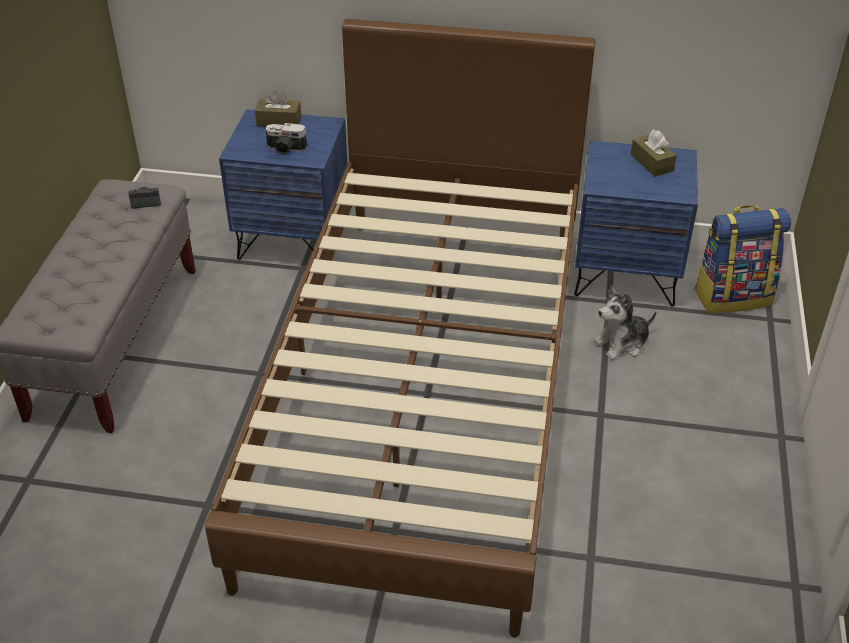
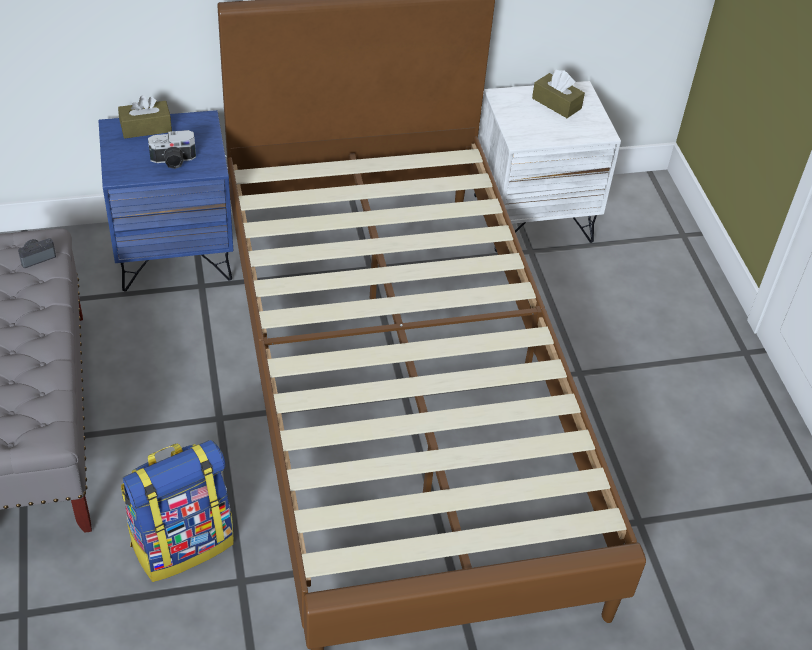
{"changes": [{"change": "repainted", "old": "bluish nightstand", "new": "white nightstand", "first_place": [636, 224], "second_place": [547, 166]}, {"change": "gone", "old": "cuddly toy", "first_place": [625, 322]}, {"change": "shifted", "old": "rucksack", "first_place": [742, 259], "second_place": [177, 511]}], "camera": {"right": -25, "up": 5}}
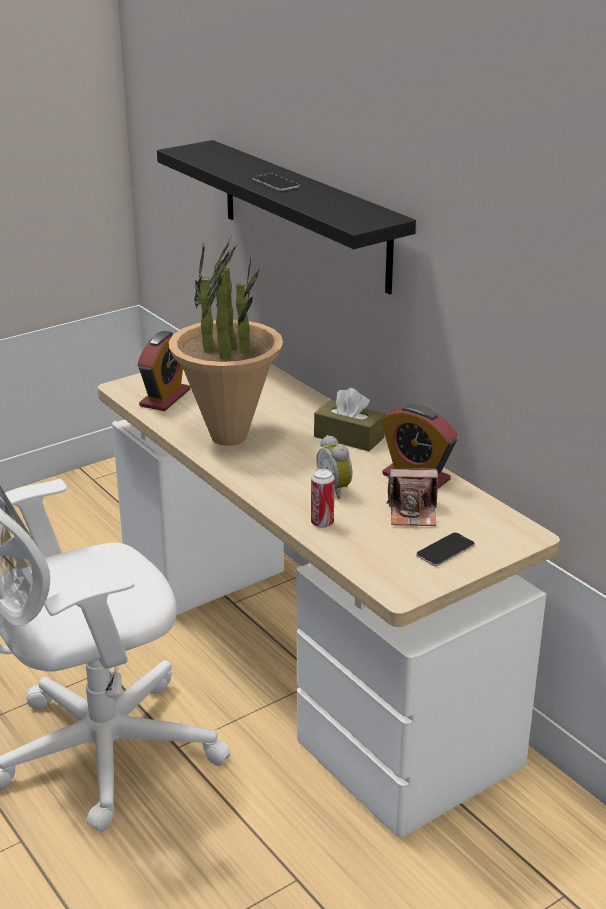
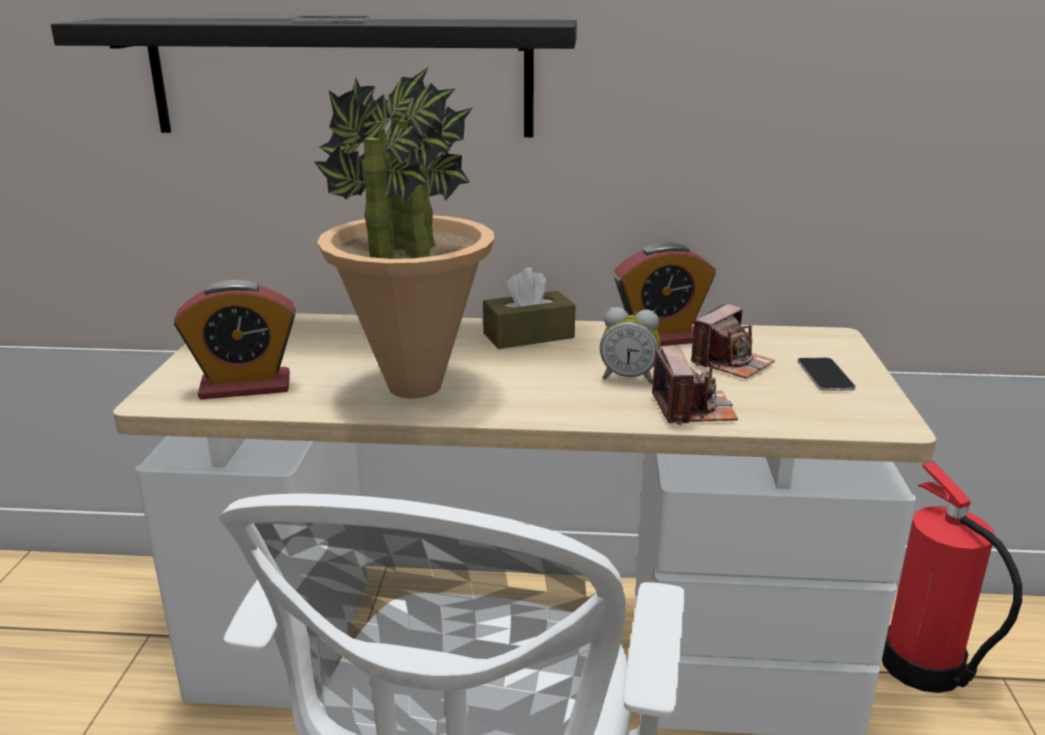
{"changes": [{"change": "rotated", "old": "bedside clock", "first_place": [163, 371], "second_place": [235, 339], "degrees": 105}, {"change": "swapped", "old": "can", "new": "photo camera", "first_place": [323, 498], "second_place": [695, 386]}, {"change": "new", "new": "fire extinguisher", "second_place": [952, 577]}], "camera": {"right": -50, "up": -5}}
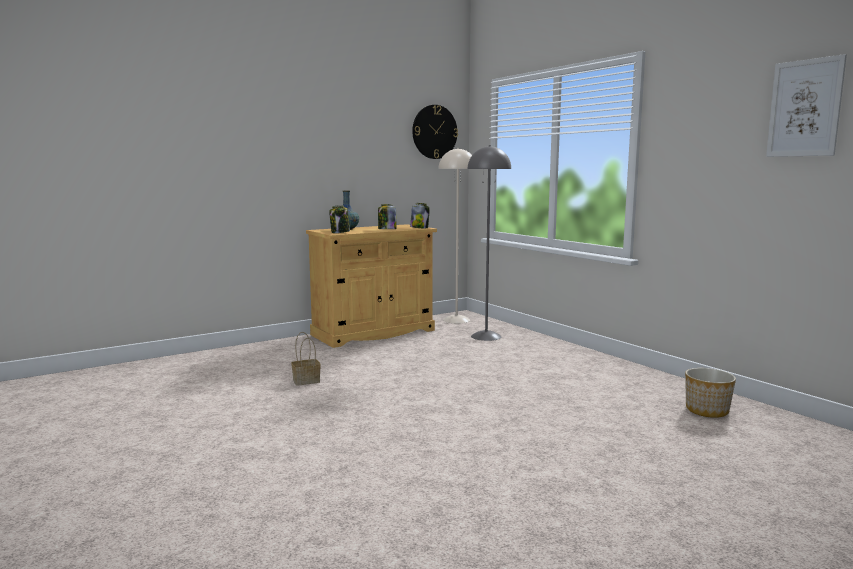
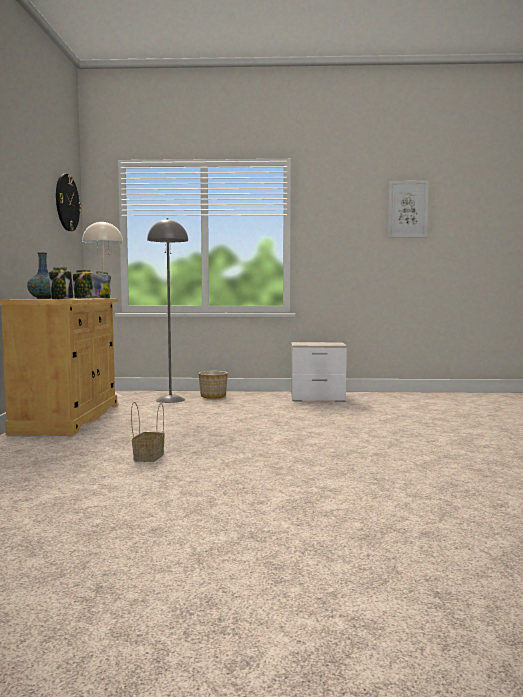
{"changes": [{"change": "shifted", "old": "flower pot", "first_place": [710, 393], "second_place": [213, 385]}, {"change": "new", "new": "nightstand", "second_place": [319, 372]}], "camera": {"right": -55, "up": -5}}
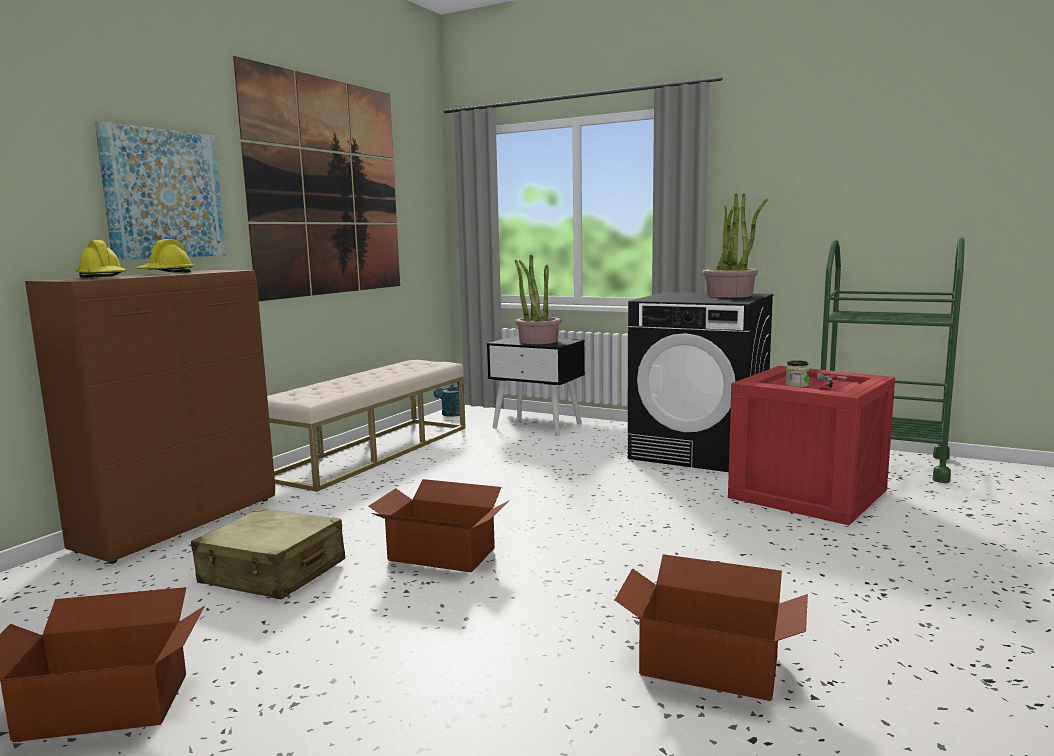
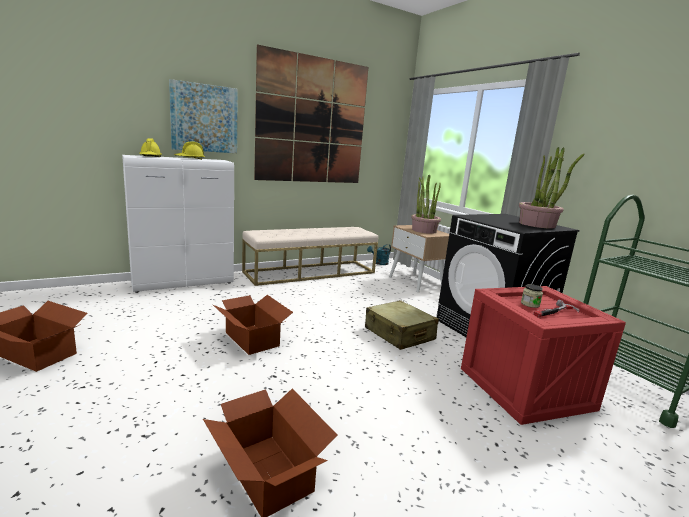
{"changes": [{"change": "repainted", "old": "brown cabinet", "new": "white cabinet", "first_place": [150, 417], "second_place": [178, 224]}, {"change": "shifted", "old": "beige suitcase", "first_place": [268, 553], "second_place": [402, 325]}, {"change": "repainted", "old": "blackish nightstand", "new": "beige nightstand", "first_place": [536, 386], "second_place": [419, 259]}], "camera": {"right": 30, "up": 5}}
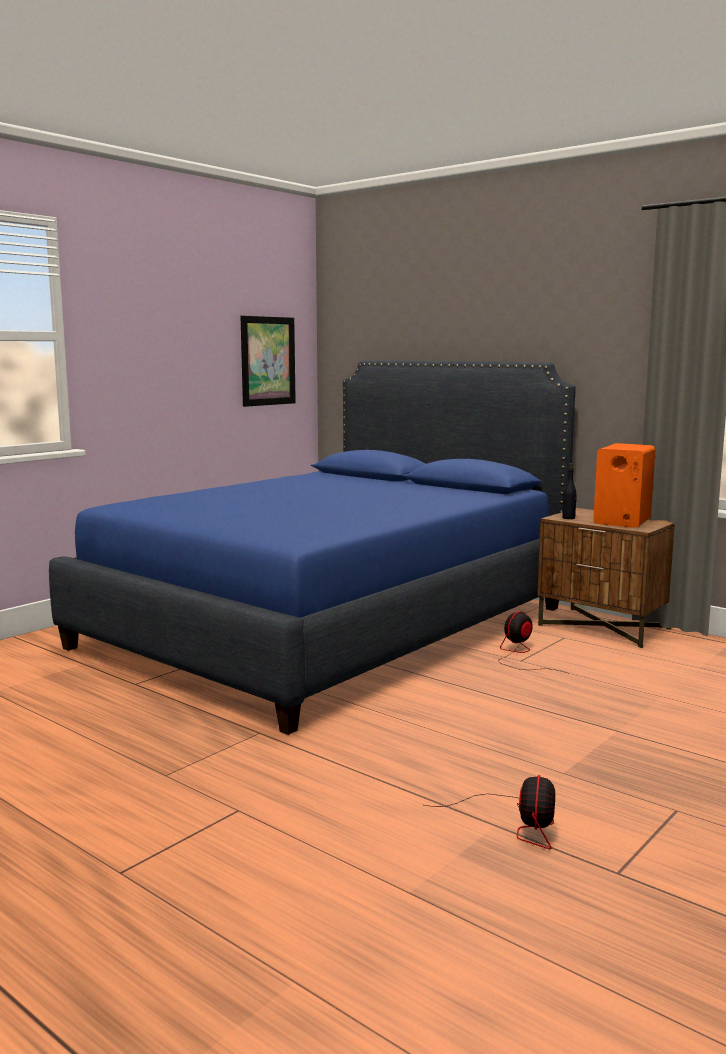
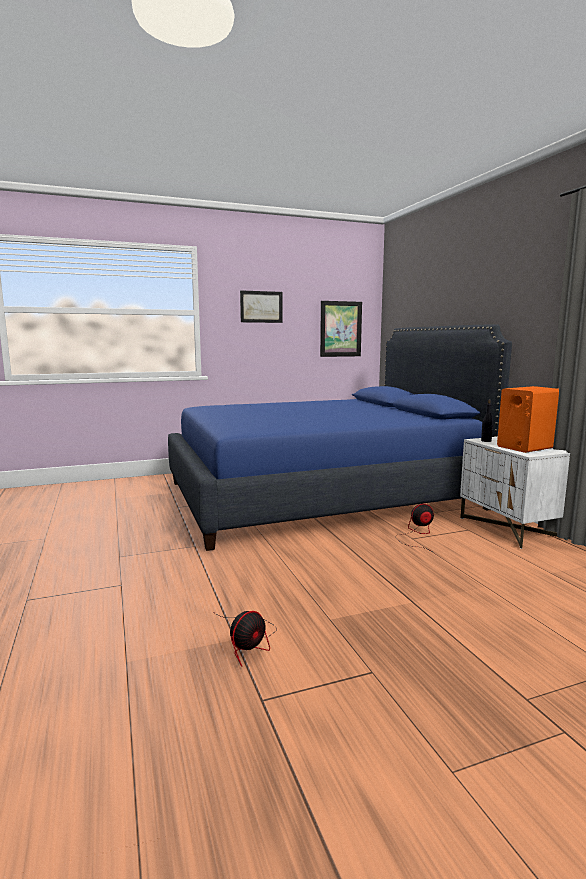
{"changes": [{"change": "repainted", "old": "brown nightstand", "new": "white nightstand", "first_place": [606, 578], "second_place": [515, 493]}, {"change": "new", "new": "wall art", "second_place": [261, 306]}], "camera": {"right": 30, "up": 0}}
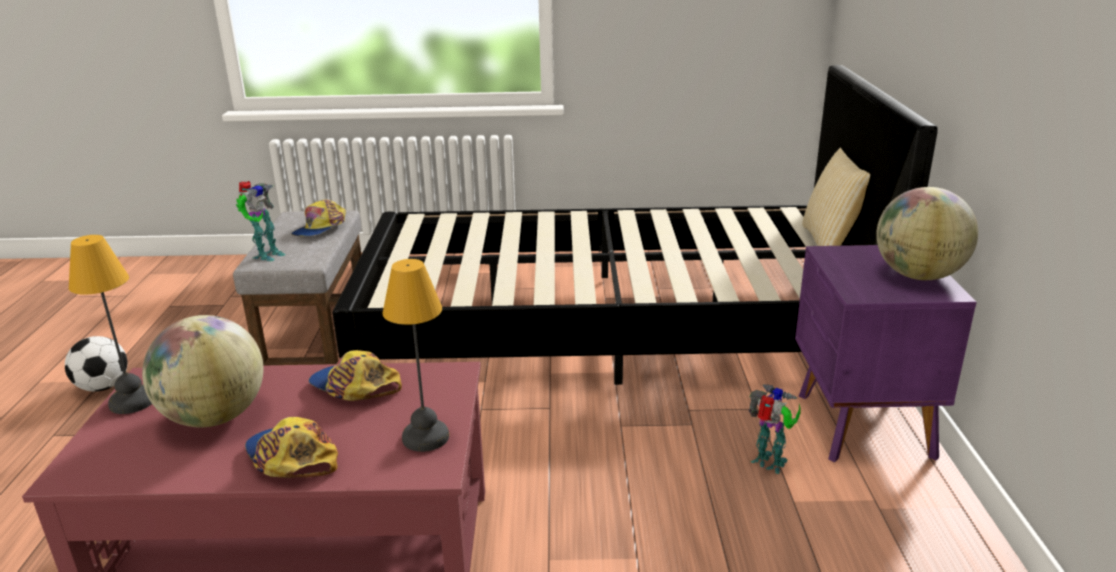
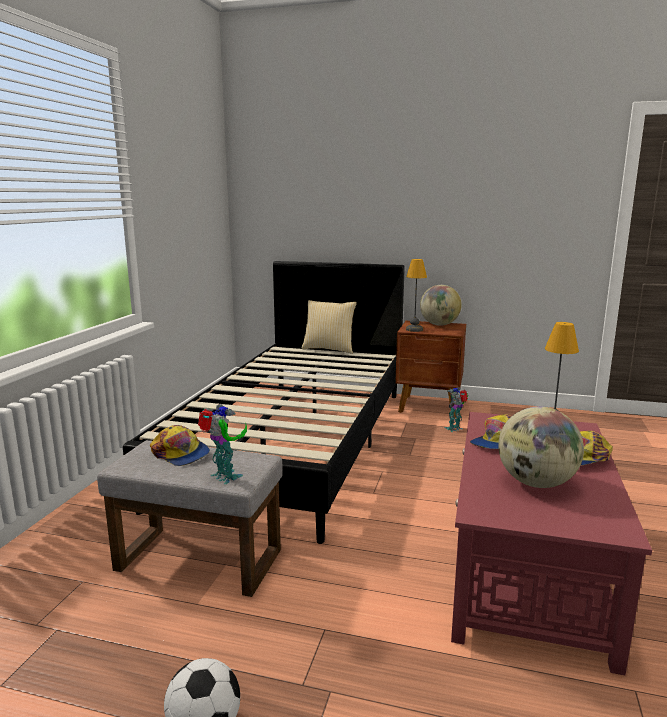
{"changes": [{"change": "shifted", "old": "tabletop lamp", "first_place": [110, 324], "second_place": [416, 295]}, {"change": "repainted", "old": "purplish nightstand", "new": "brown nightstand", "first_place": [885, 353], "second_place": [431, 369]}], "camera": {"right": -75, "up": -10}}
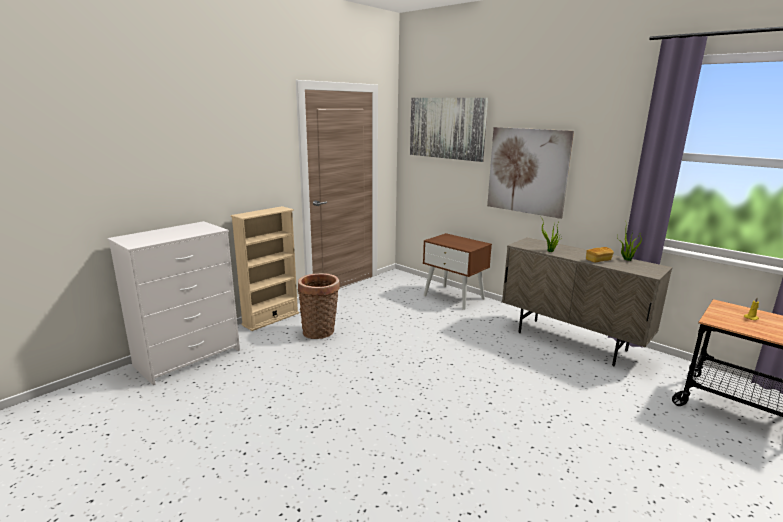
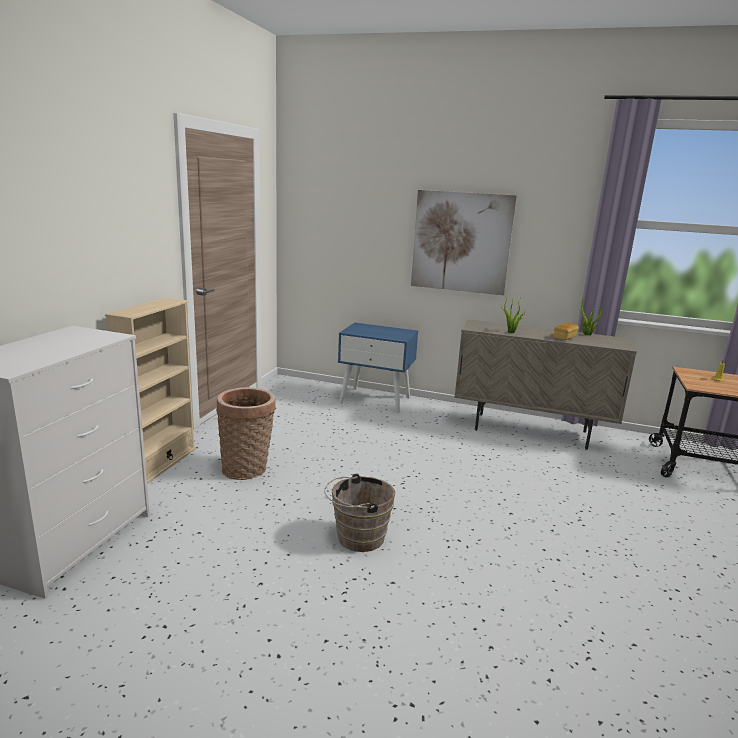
{"changes": [{"change": "gone", "old": "wall art", "first_place": [449, 130]}, {"change": "repainted", "old": "brown nightstand", "new": "bluish nightstand", "first_place": [457, 271], "second_place": [378, 368]}, {"change": "new", "new": "brown bucket", "second_place": [359, 513]}], "camera": {"right": -25, "up": 0}}
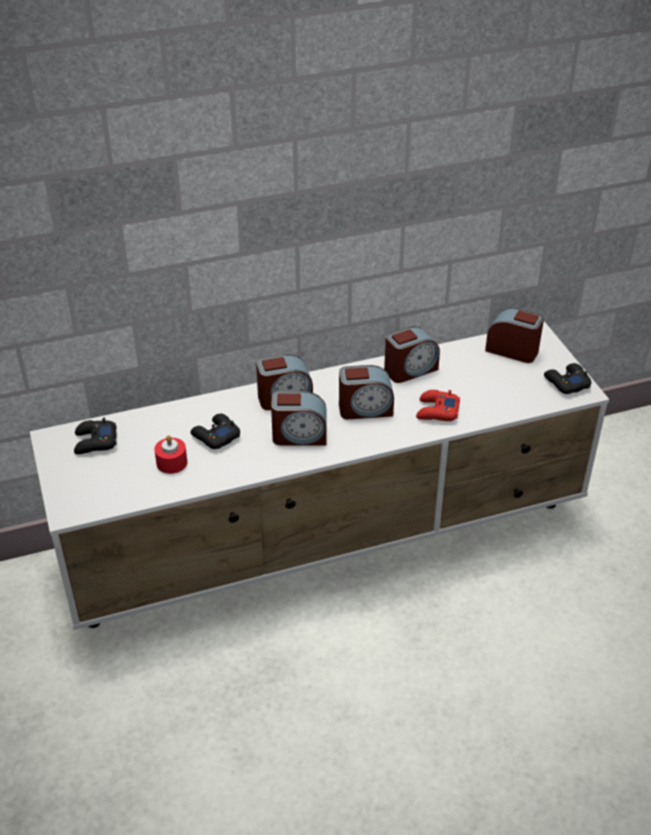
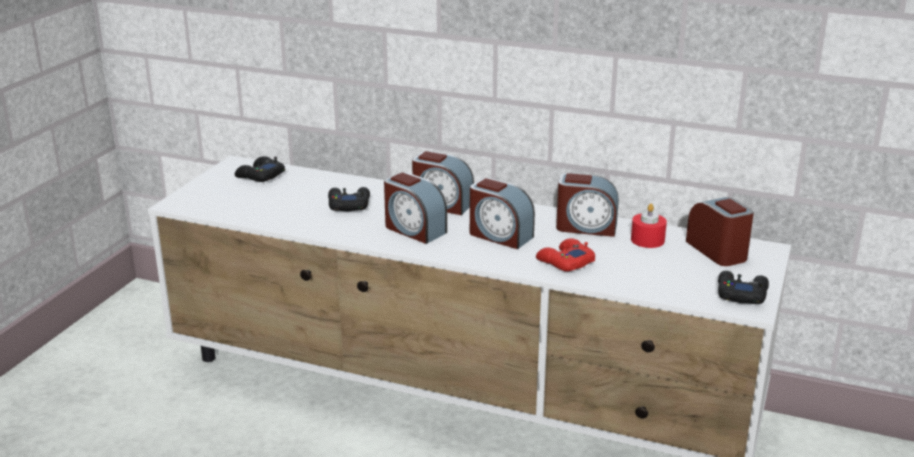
{"changes": [{"change": "shifted", "old": "red wax candle", "first_place": [170, 454], "second_place": [649, 225]}], "camera": {"right": 40, "up": -15}}
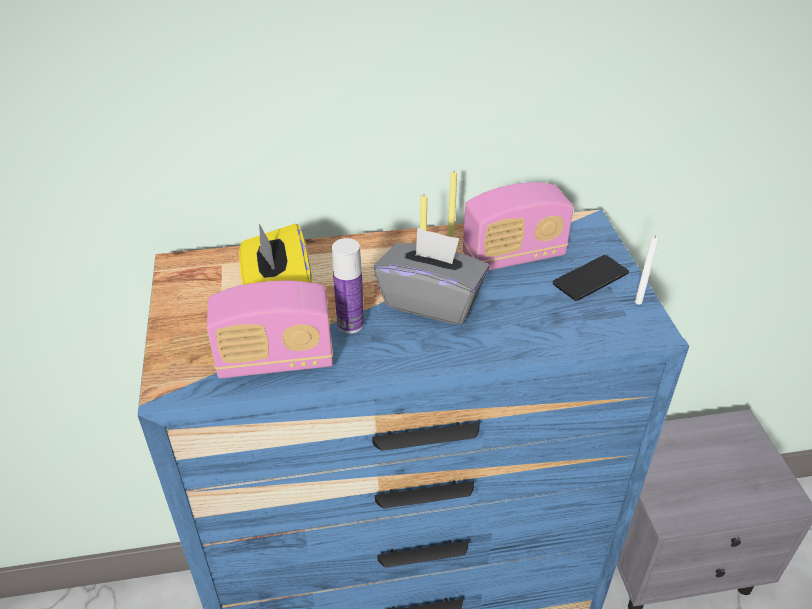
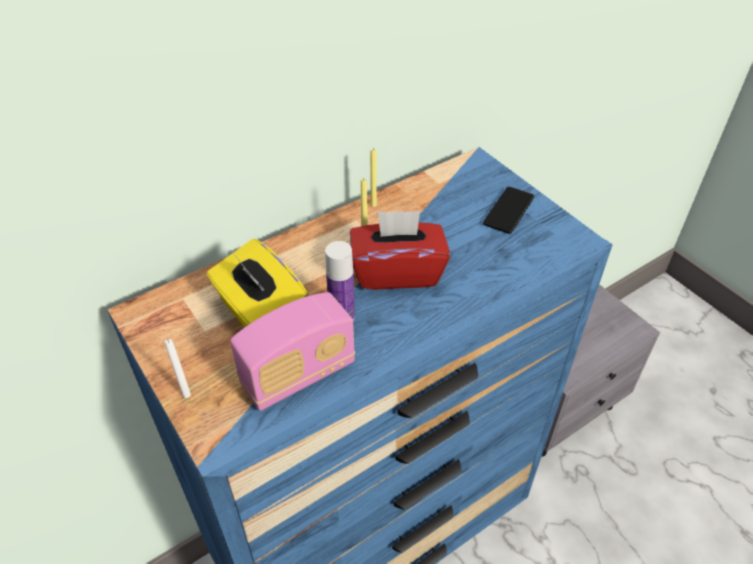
{"changes": [{"change": "repainted", "old": "grey tissue box", "new": "red tissue box", "first_place": [432, 276], "second_place": [400, 250]}, {"change": "gone", "old": "radio set", "first_place": [518, 226]}, {"change": "shifted", "old": "white wax candle", "first_place": [646, 270], "second_place": [178, 368]}], "camera": {"right": -25, "up": 5}}
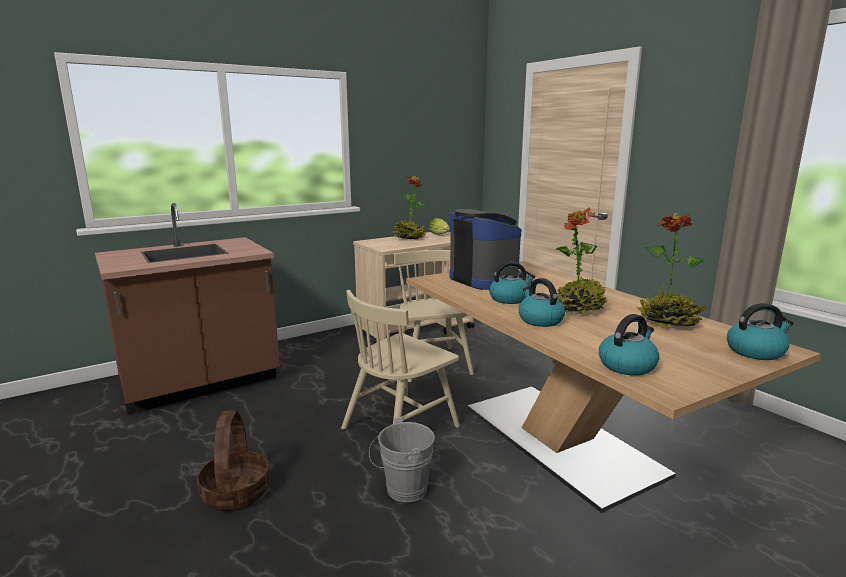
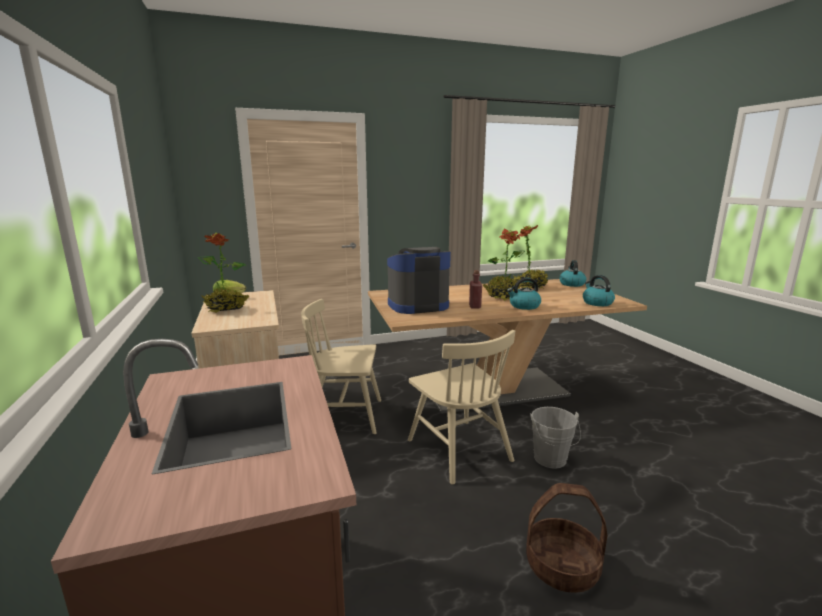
{"changes": [{"change": "swapped", "old": "tea kettle", "new": "red drink bottle", "first_place": [512, 283], "second_place": [475, 289]}], "camera": {"right": -75, "up": 0}}
